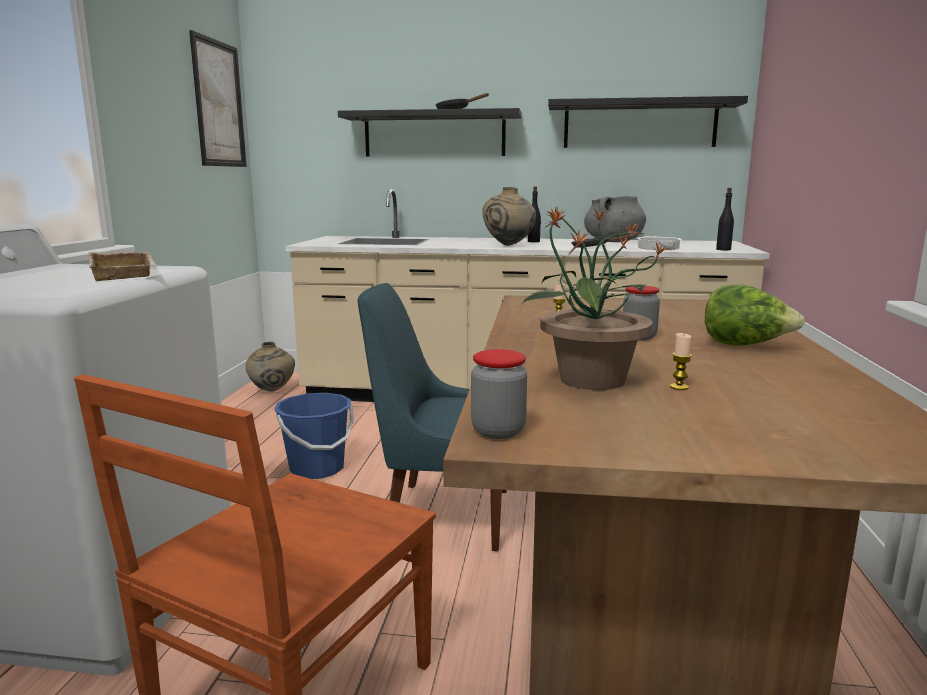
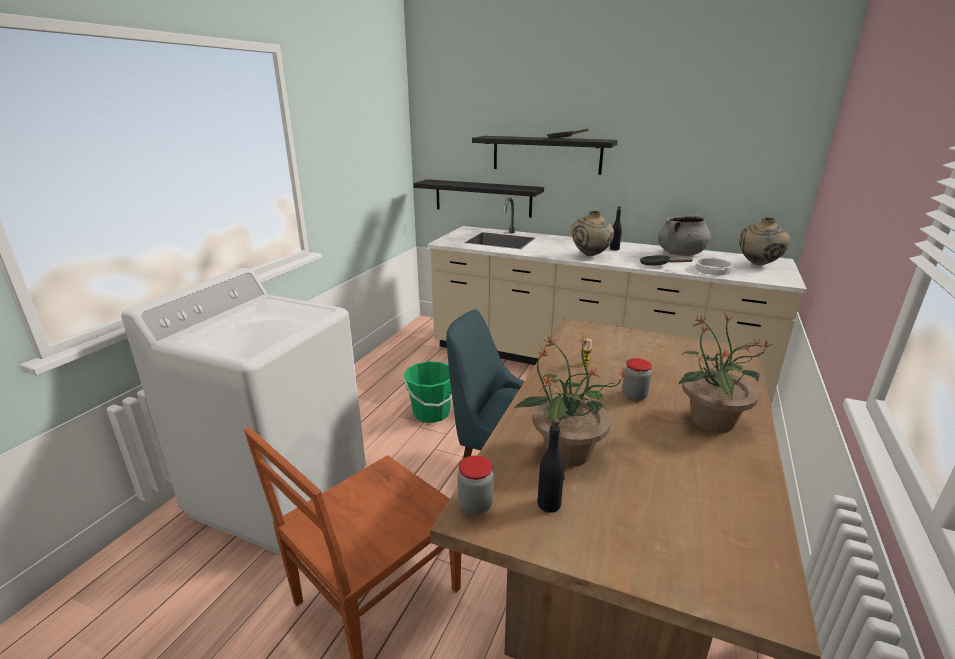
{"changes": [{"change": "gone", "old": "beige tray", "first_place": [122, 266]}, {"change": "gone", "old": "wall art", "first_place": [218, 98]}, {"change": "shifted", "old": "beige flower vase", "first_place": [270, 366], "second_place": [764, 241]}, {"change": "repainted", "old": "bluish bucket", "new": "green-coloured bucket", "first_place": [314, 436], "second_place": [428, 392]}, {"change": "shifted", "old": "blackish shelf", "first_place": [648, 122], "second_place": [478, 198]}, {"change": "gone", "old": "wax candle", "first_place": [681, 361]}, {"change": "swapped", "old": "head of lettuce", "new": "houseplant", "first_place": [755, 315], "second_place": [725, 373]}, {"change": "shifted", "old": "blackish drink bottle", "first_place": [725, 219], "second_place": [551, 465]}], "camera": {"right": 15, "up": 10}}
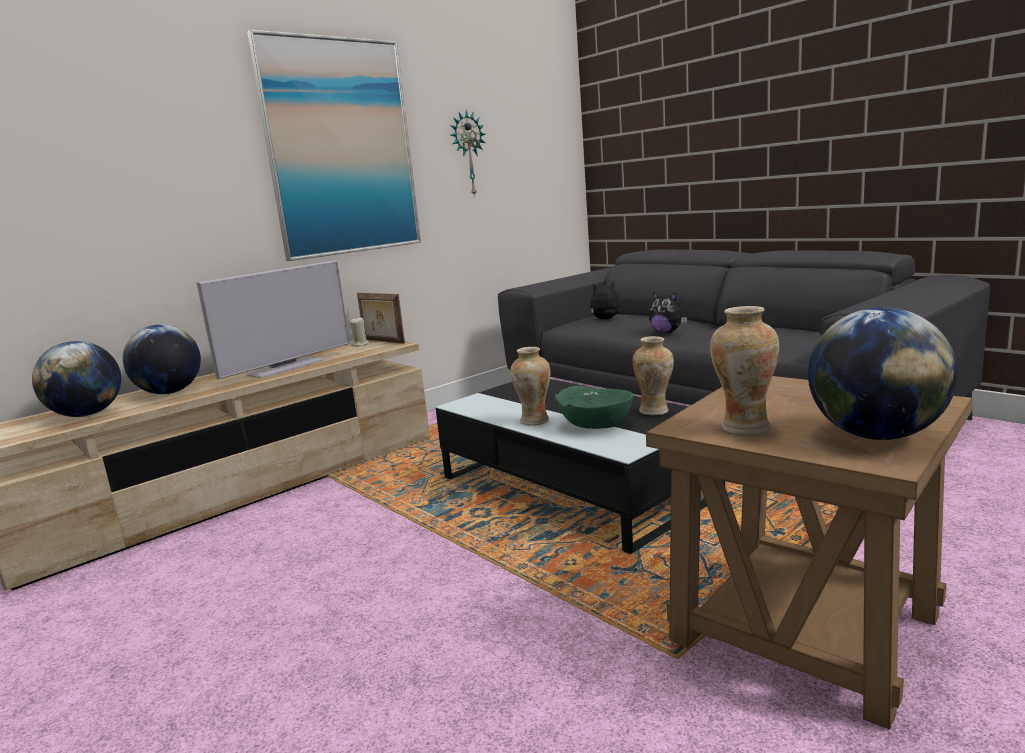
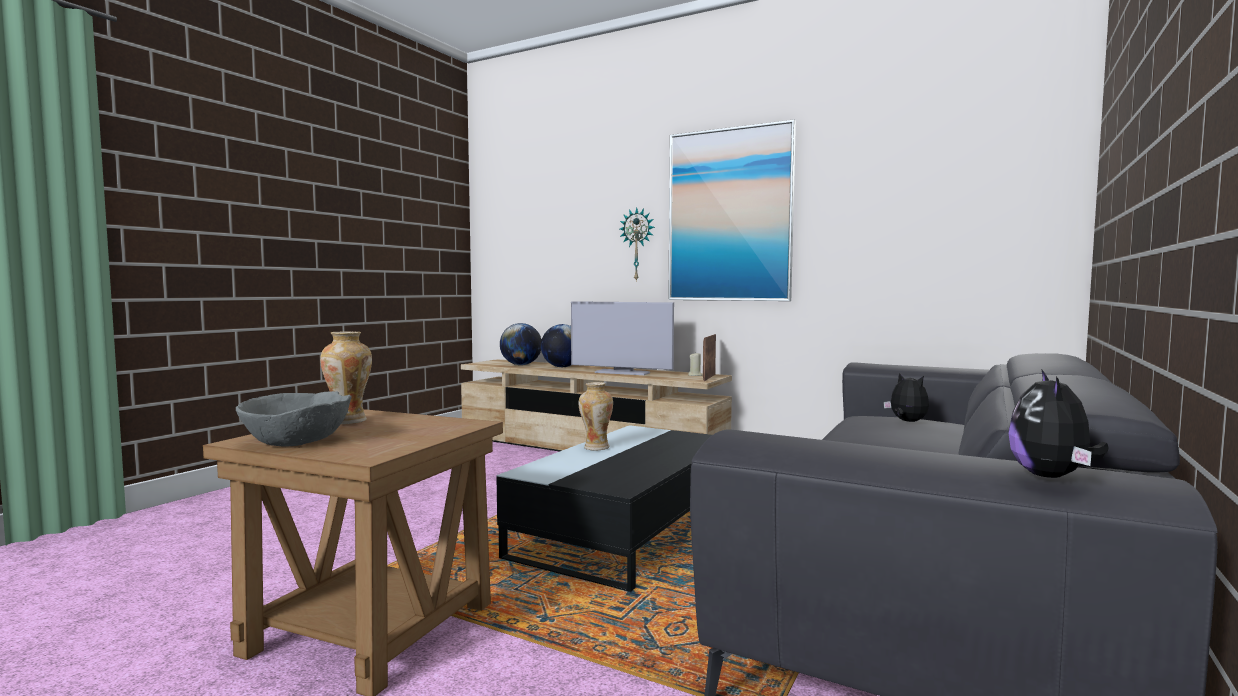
{"changes": [{"change": "shifted", "old": "wall clock", "first_place": [468, 153], "second_place": [637, 245]}, {"change": "gone", "old": "green-coloured deep dish", "first_place": [594, 407]}, {"change": "gone", "old": "flower vase", "first_place": [653, 375]}, {"change": "shifted", "old": "cuddly toy", "first_place": [668, 312], "second_place": [1058, 424]}, {"change": "swapped", "old": "globe", "new": "grey deep dish", "first_place": [883, 373], "second_place": [294, 418]}], "camera": {"right": 70, "up": -10}}
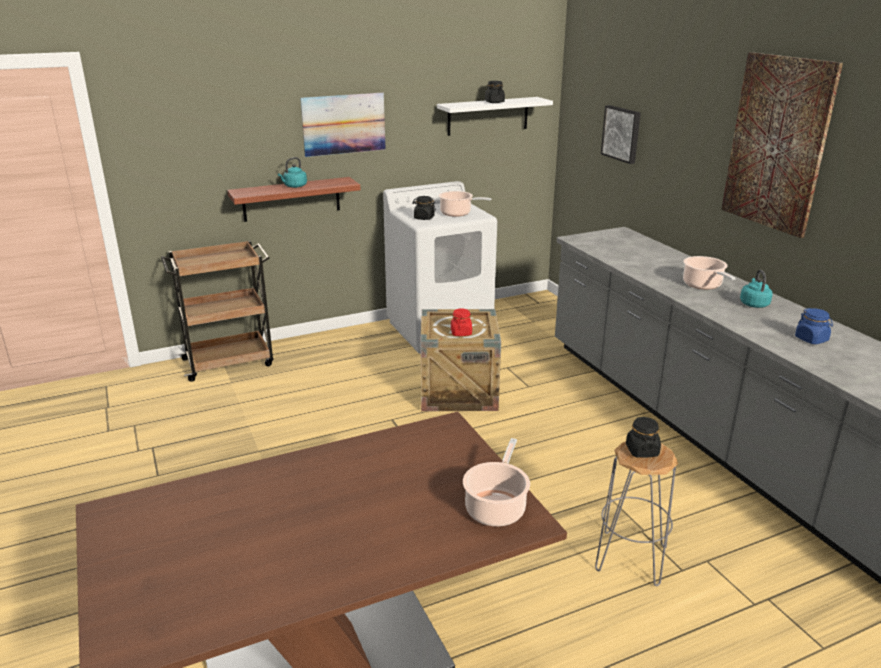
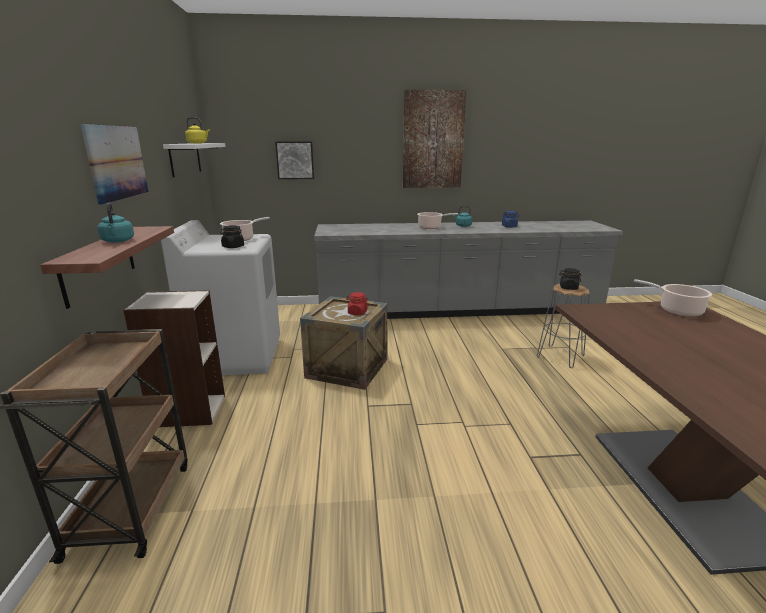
{"changes": [{"change": "swapped", "old": "blackish preserve jar", "new": "yellowish tea kettle", "first_place": [495, 92], "second_place": [197, 130]}, {"change": "new", "new": "bookshelf", "second_place": [174, 358]}], "camera": {"right": -70, "up": -5}}
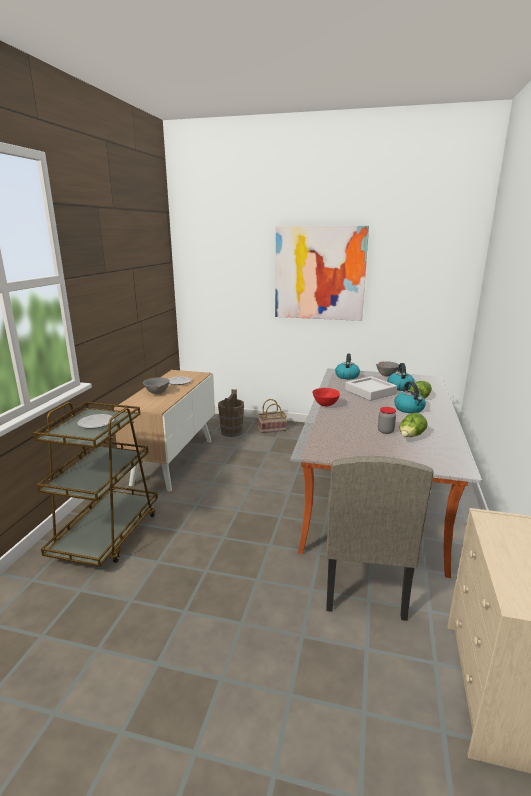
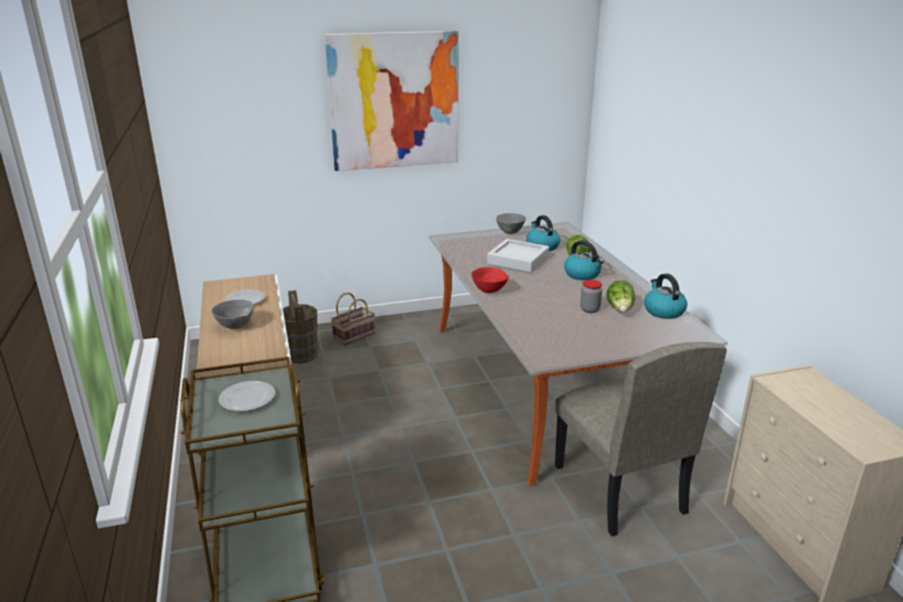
{"changes": [{"change": "shifted", "old": "tea kettle", "first_place": [347, 366], "second_place": [665, 296]}], "camera": {"right": -30, "up": 5}}
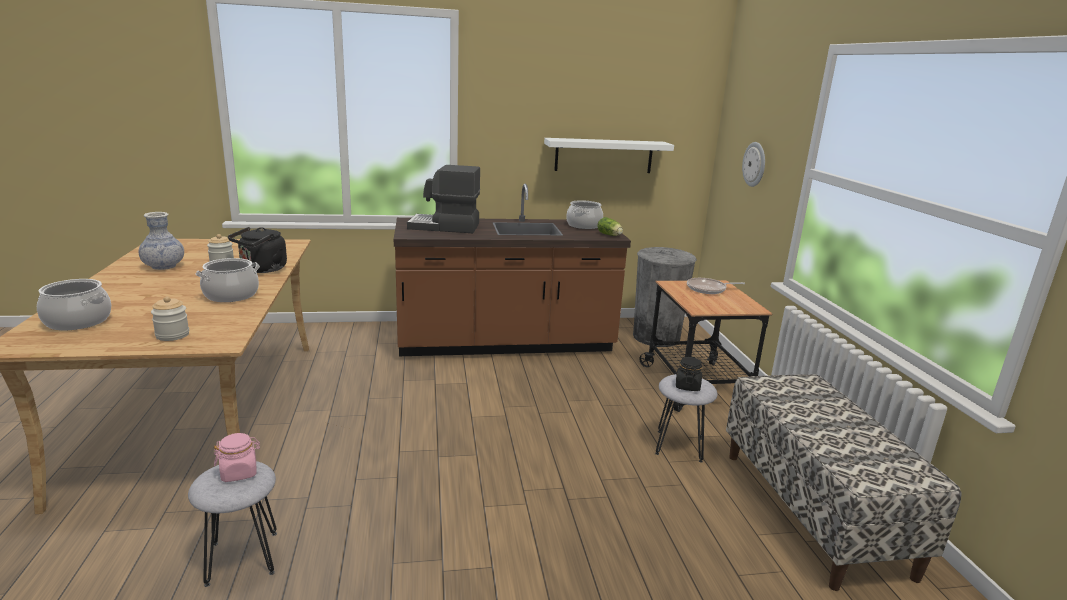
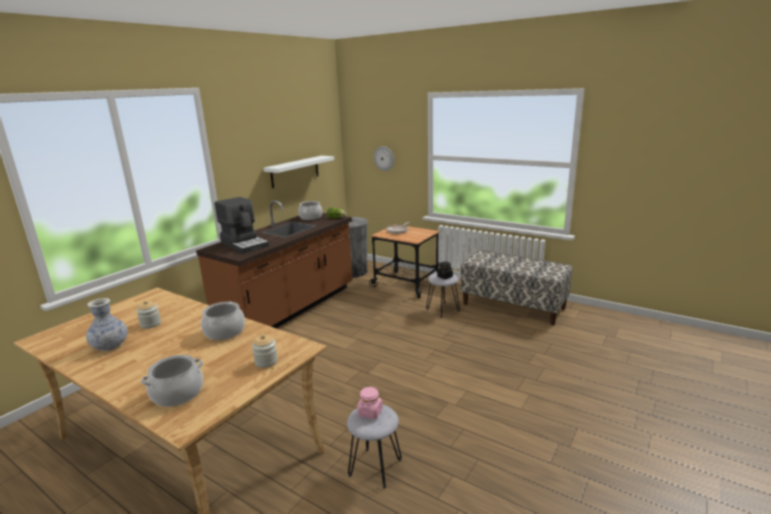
{"changes": [{"change": "gone", "old": "blackish tea kettle", "first_place": [257, 250]}, {"change": "rotated", "old": "coffee brewer", "first_place": [443, 199], "second_place": [242, 225], "degrees": -90}], "camera": {"right": -45, "up": 0}}
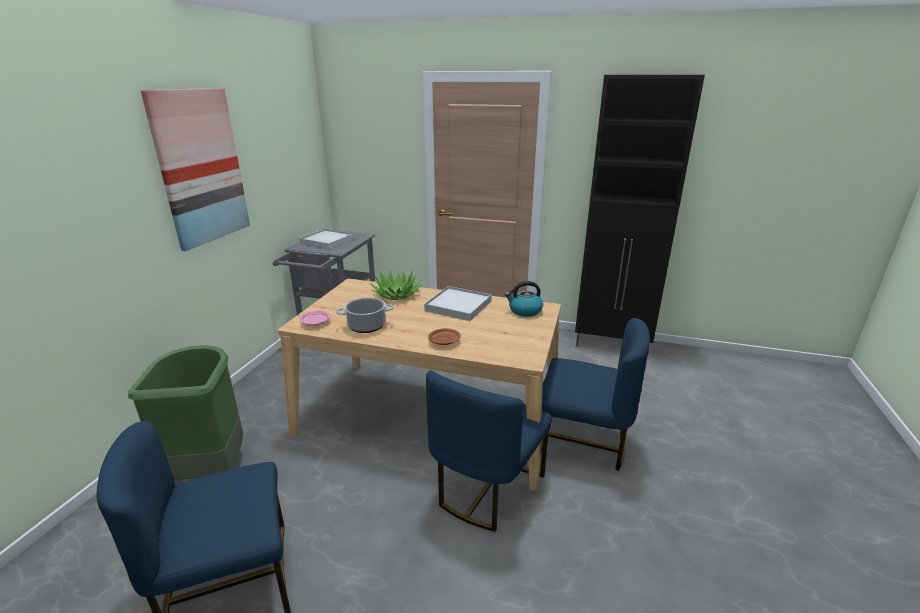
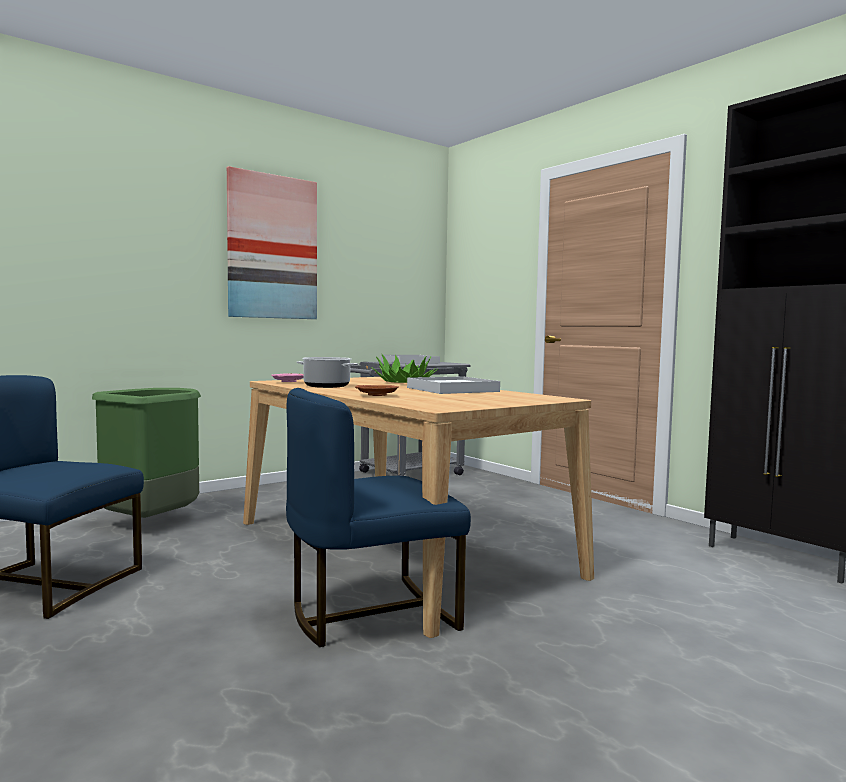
{"changes": [{"change": "gone", "old": "tea kettle", "first_place": [524, 299]}, {"change": "gone", "old": "bluish plain chair", "first_place": [595, 394]}], "camera": {"right": 35, "up": -20}}
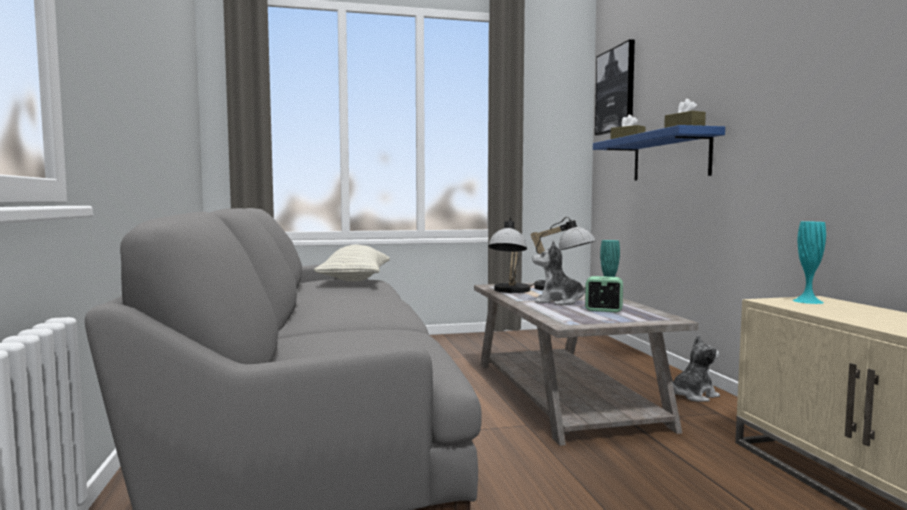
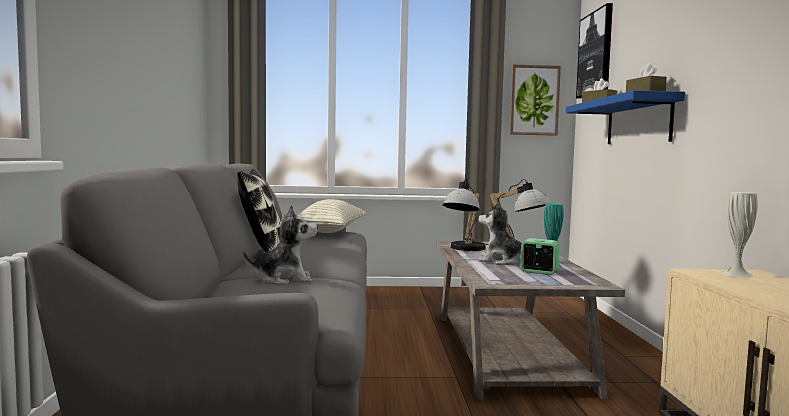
{"changes": [{"change": "shifted", "old": "cuddly toy", "first_place": [695, 368], "second_place": [280, 244]}, {"change": "repainted", "old": "blue-green flower vase", "new": "white flower vase", "first_place": [809, 263], "second_place": [740, 235]}, {"change": "new", "new": "throw pillow", "second_place": [259, 210]}, {"change": "new", "new": "wall art", "second_place": [535, 100]}], "camera": {"right": 10, "up": 0}}
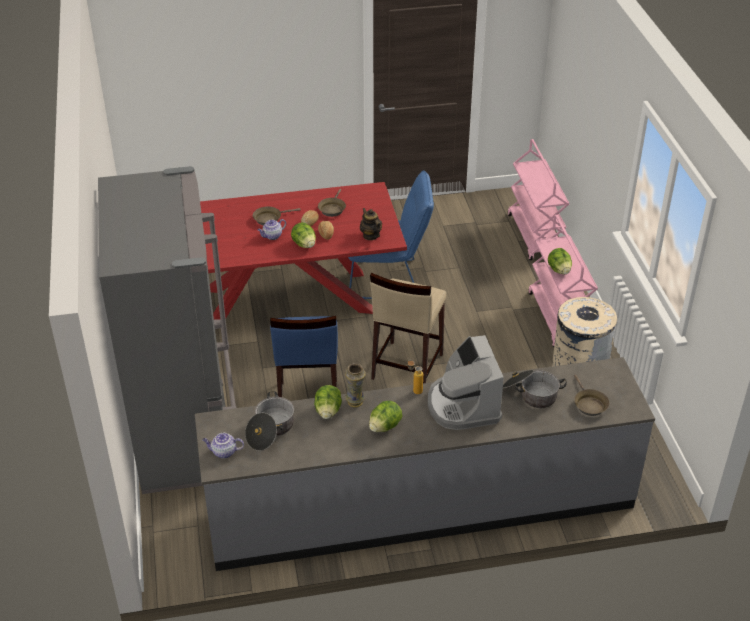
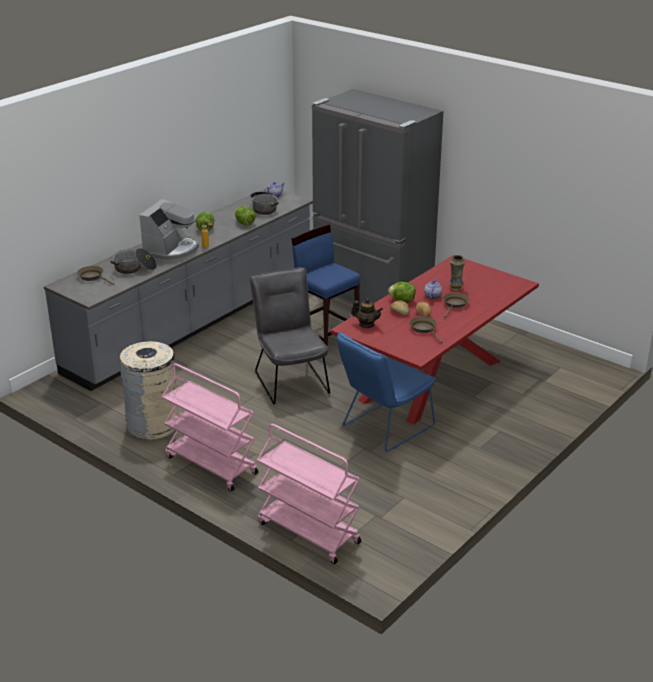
{"changes": [{"change": "shifted", "old": "flower vase", "first_place": [355, 385], "second_place": [457, 273]}, {"change": "swapped", "old": "beige stool seat", "new": "grey plain chair", "first_place": [408, 328], "second_place": [290, 335]}, {"change": "rotated", "old": "coffee brewer", "first_place": [466, 382], "second_place": [169, 230], "degrees": 75}, {"change": "gone", "old": "head of lettuce", "first_place": [560, 261]}], "camera": {"right": 140, "up": -10}}
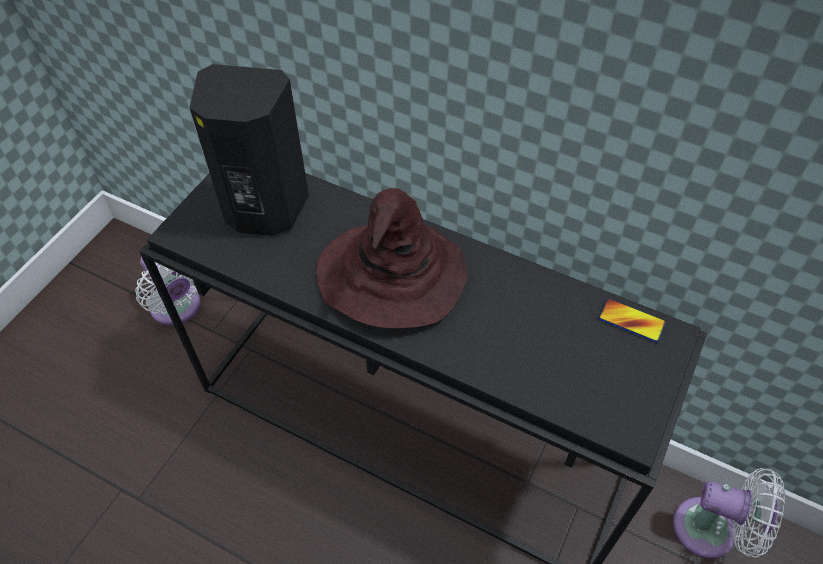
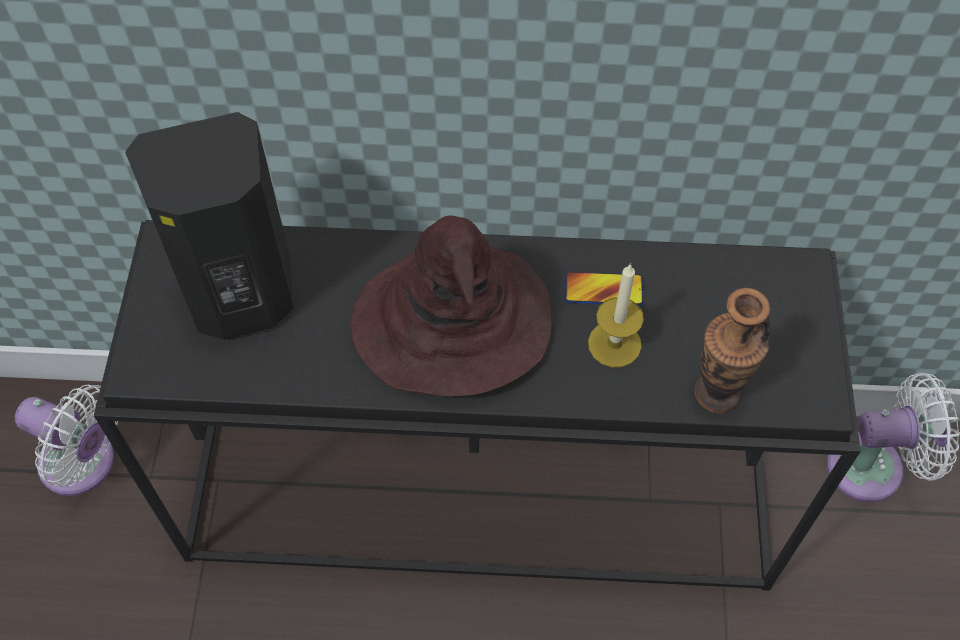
{"changes": [{"change": "shifted", "old": "telephone", "first_place": [632, 320], "second_place": [603, 289]}, {"change": "new", "new": "wax candle", "second_place": [616, 315]}, {"change": "new", "new": "flower vase", "second_place": [732, 351]}], "camera": {"right": -25, "up": 5}}
